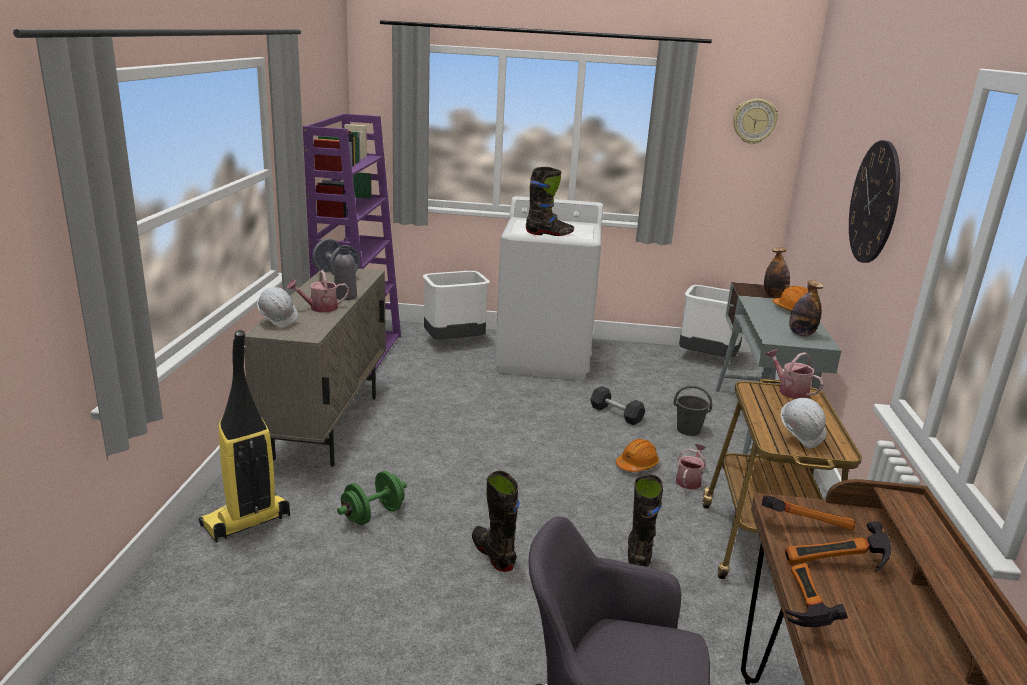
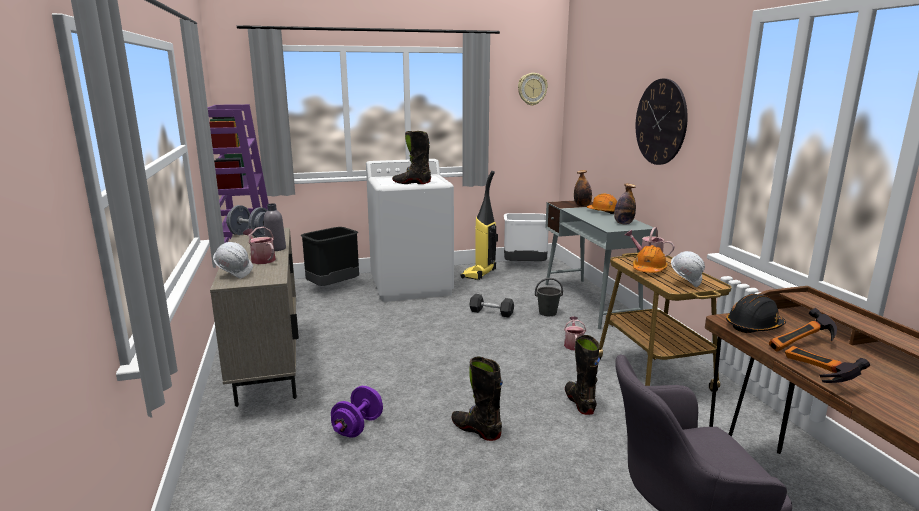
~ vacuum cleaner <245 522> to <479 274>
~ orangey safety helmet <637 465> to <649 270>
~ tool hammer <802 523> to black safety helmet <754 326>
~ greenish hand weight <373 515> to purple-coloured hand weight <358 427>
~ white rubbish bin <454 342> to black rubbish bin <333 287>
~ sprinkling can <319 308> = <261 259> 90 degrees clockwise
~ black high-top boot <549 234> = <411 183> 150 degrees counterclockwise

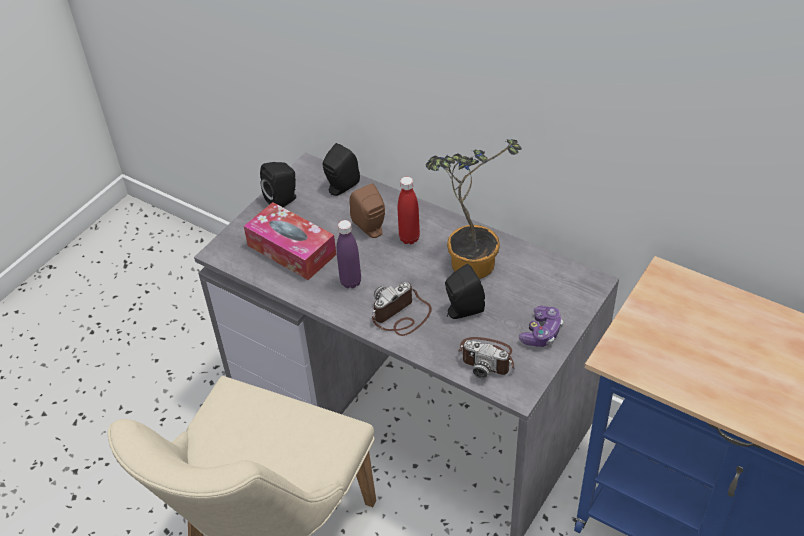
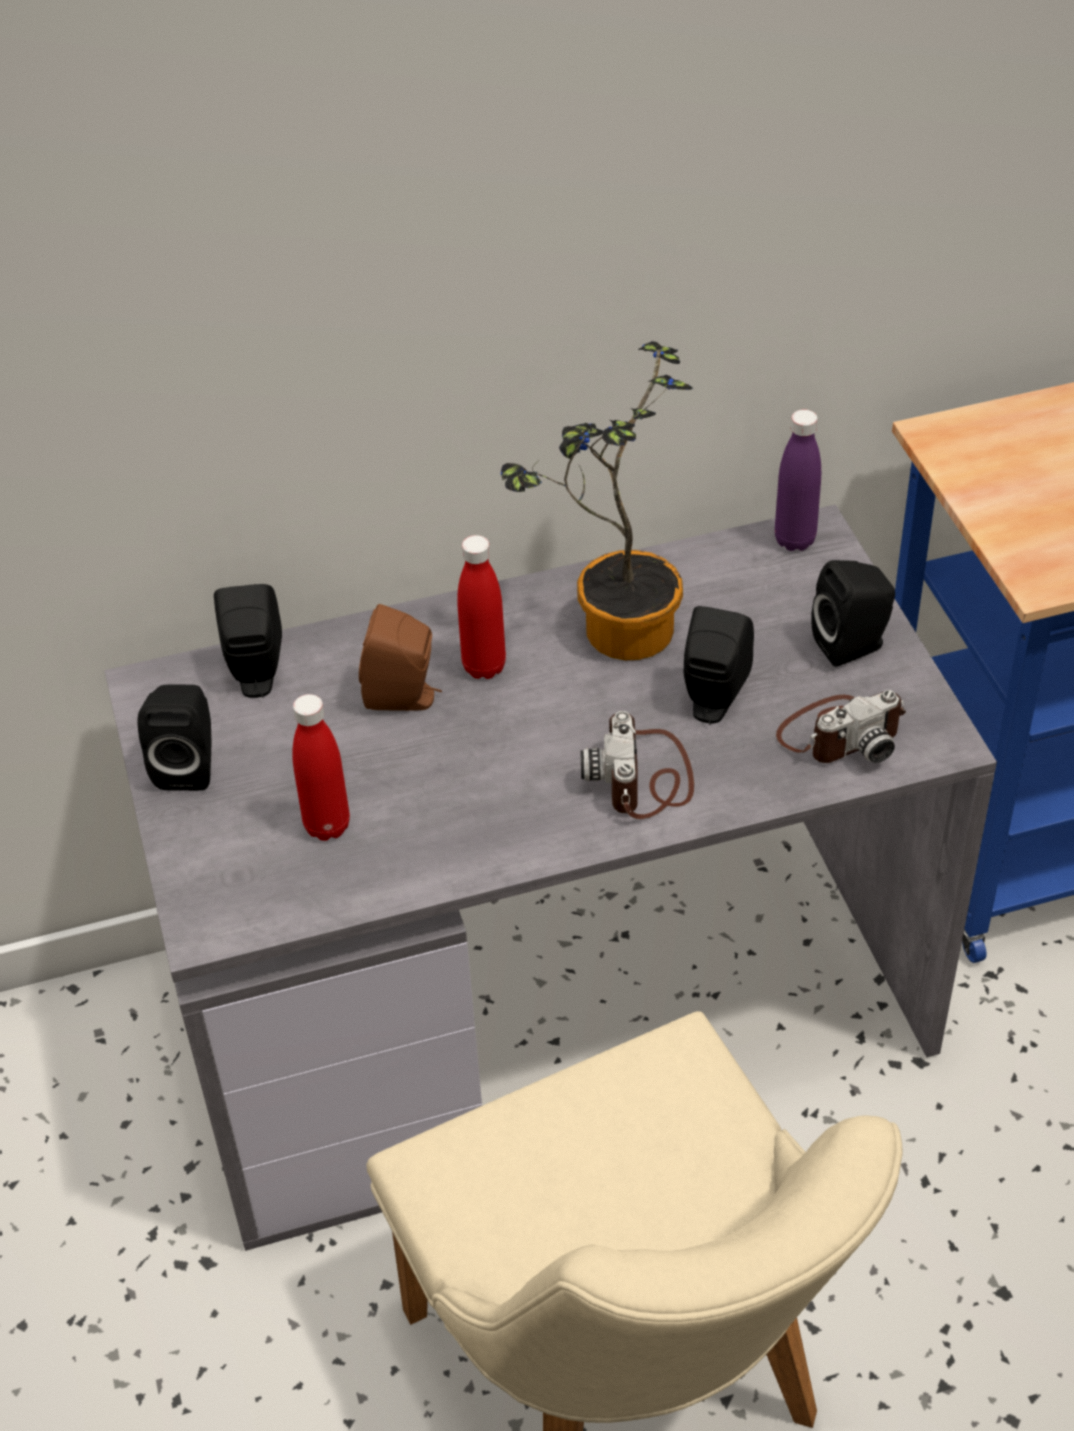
~ purple-coloured bottle <350 282> to <794 540>
~ tissue holder <291 250> to red-coloured bottle <327 826>
~ game controller <541 333> to black audio speaker <853 646>

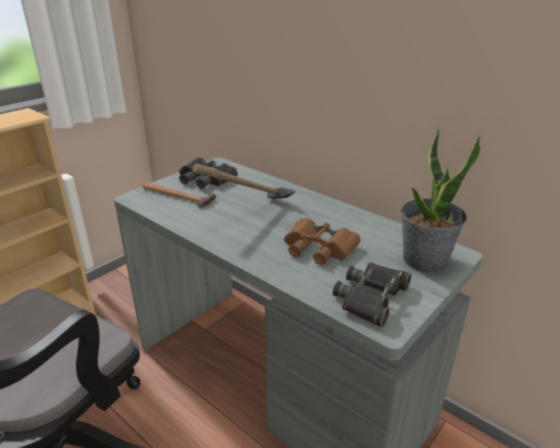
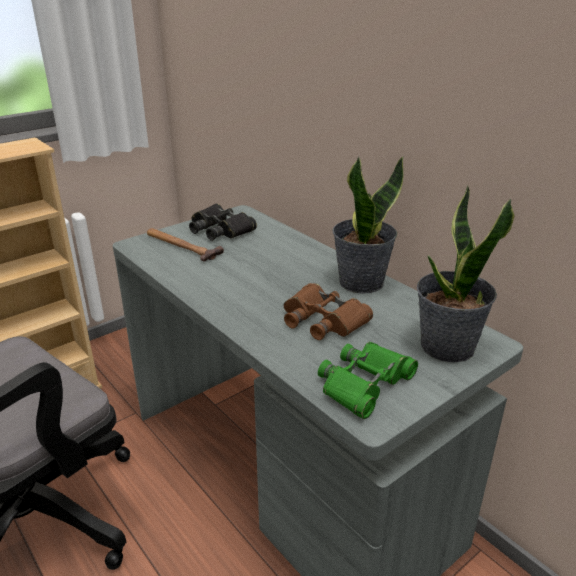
- tool hammer <250 214>
+ potted plant <360 282>
~ black binoculars <371 298> to greenish binoculars <365 384>

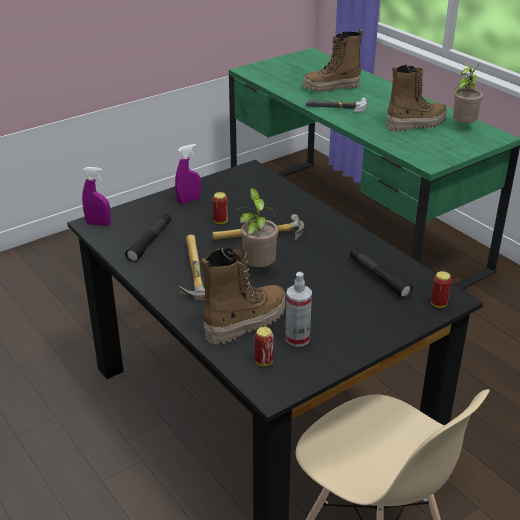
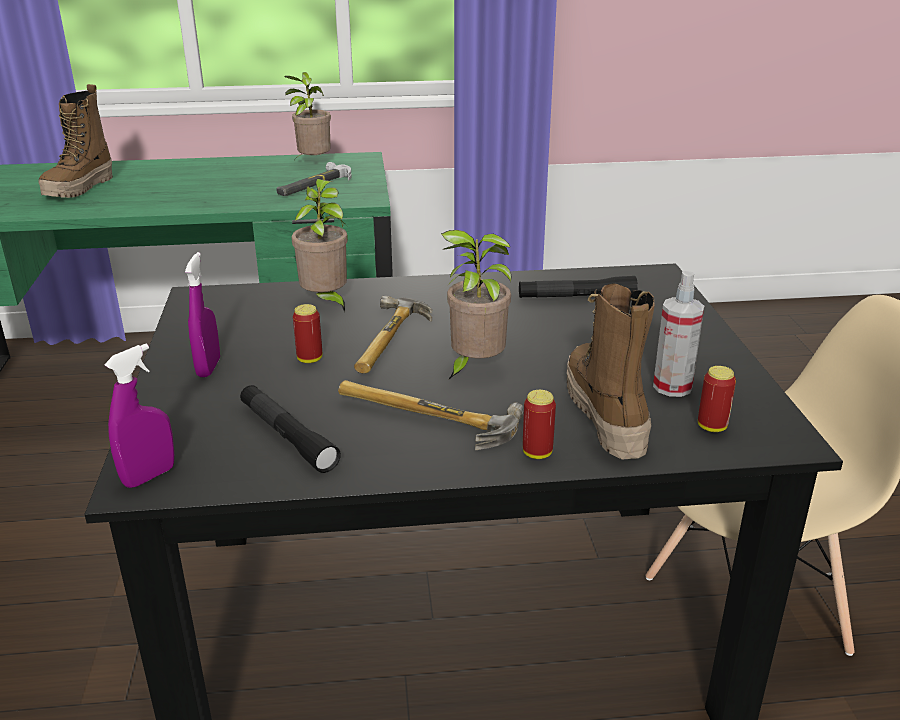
- high-top boot <415 124>
+ potted plant <326 302>
~ tool hammer <336 107> to <314 184>
~ can <438 304> to <537 453>

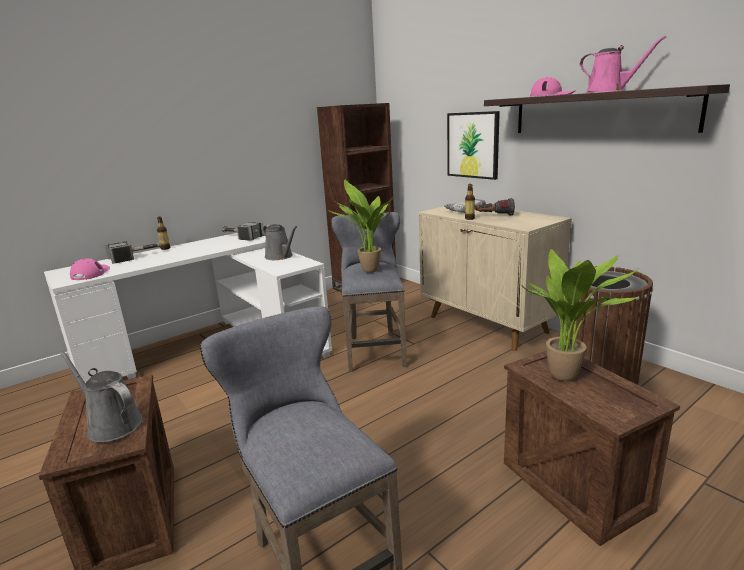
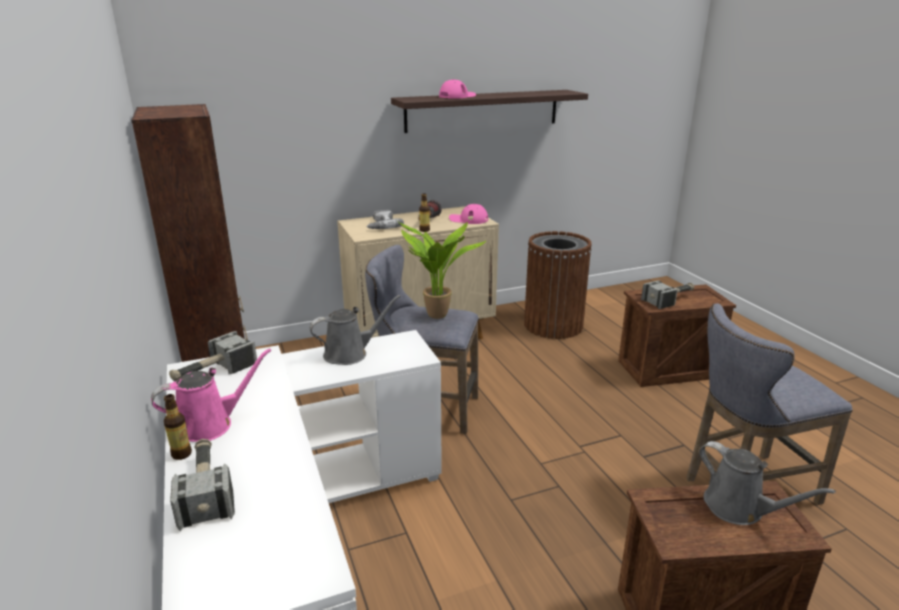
- picture <473 145>
~ pink-coloured peaked cap <90 273> to <468 219>
~ pink-coloured sprinkling can <609 91> to <210 425>
~ potted plant <568 377> to tool hammer <670 299>
~ greyish sprinkling can <111 424> = <739 508> 90 degrees counterclockwise

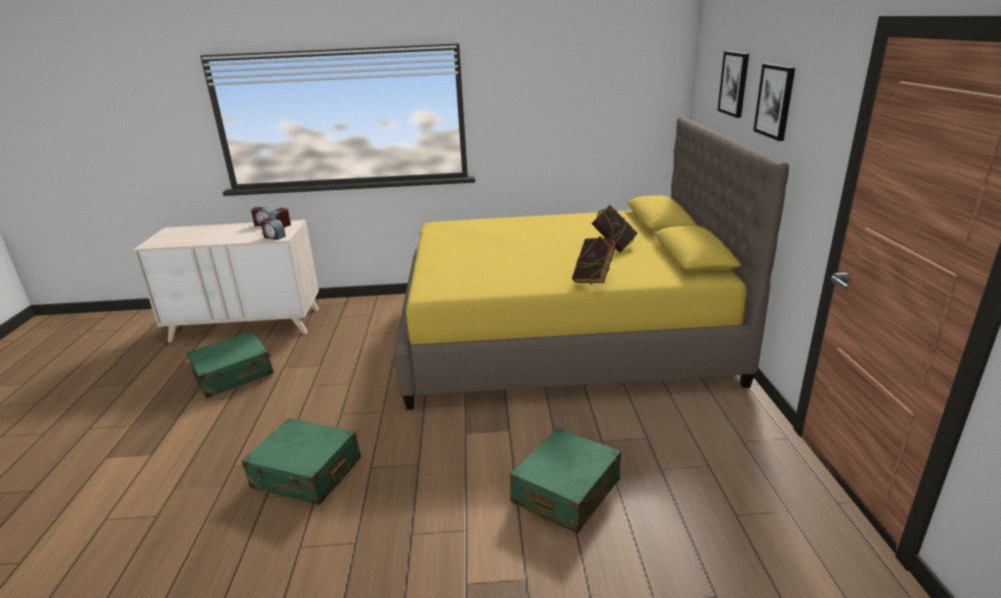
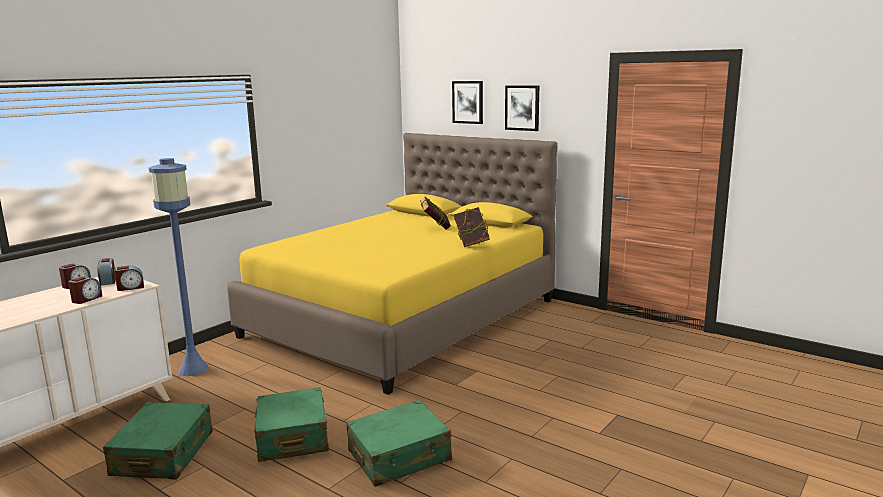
+ alarm clock <86 299>
+ blue floor lamp <193 369>
~ greenish suitcase <565 492> to <292 438>

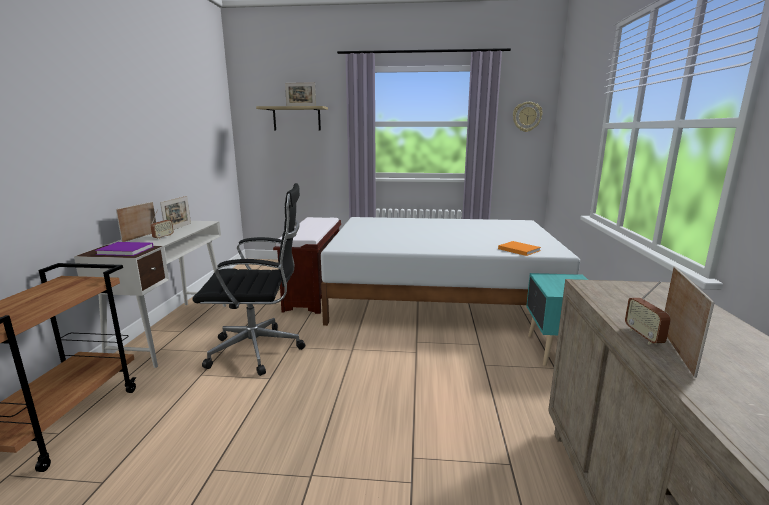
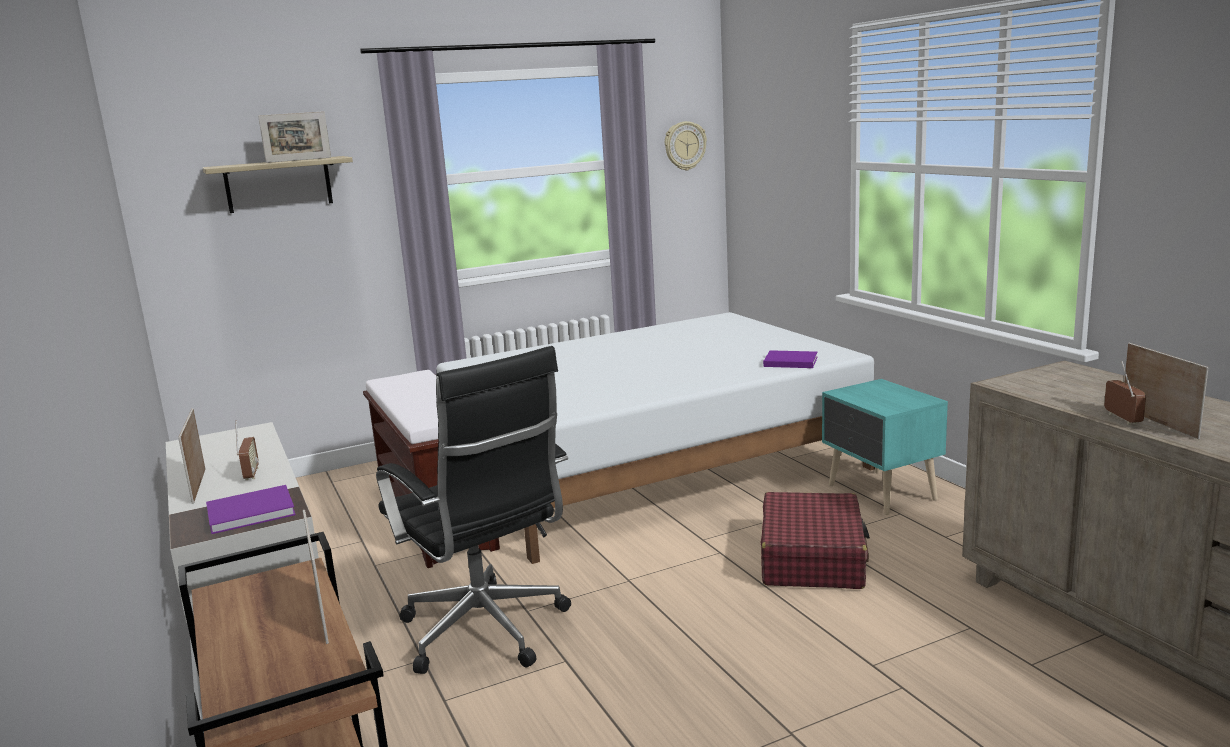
+ red-coloured suitcase <812 558>
~ photo frame <178 228> to <321 613>
~ orangey volume <518 249> to purple-coloured volume <789 361>
~ black office chair <260 350> = <487 633> 90 degrees clockwise
~ radio set <643 336> = <1122 419> 150 degrees counterclockwise

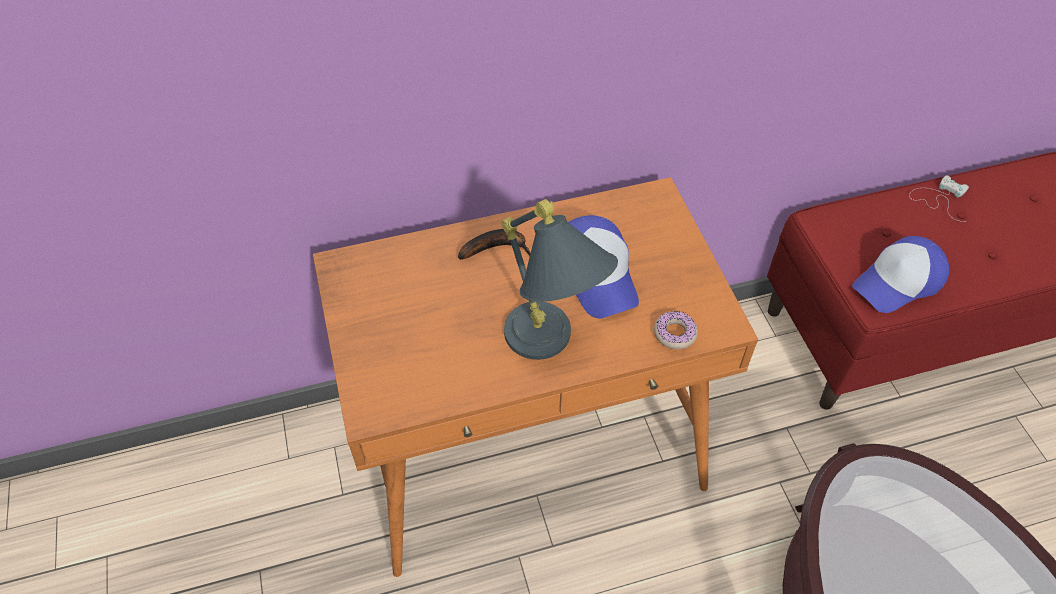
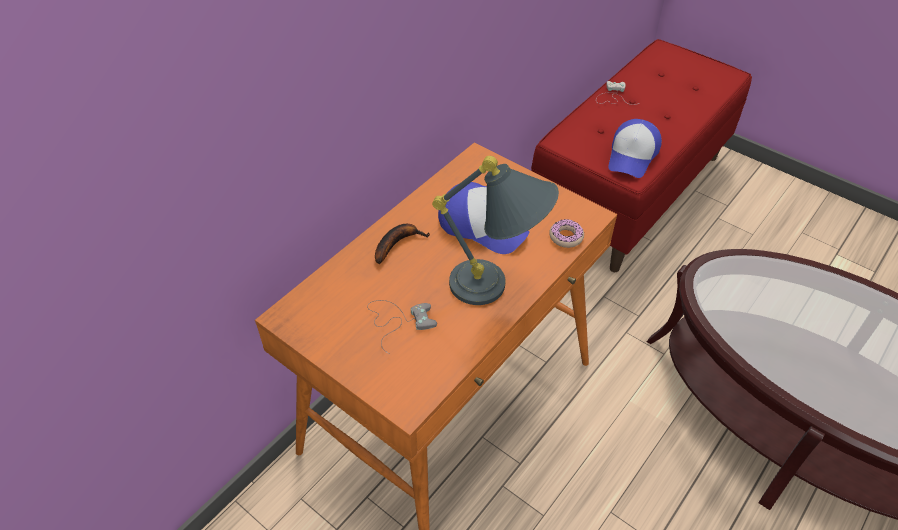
+ greyish game controller <398 320>

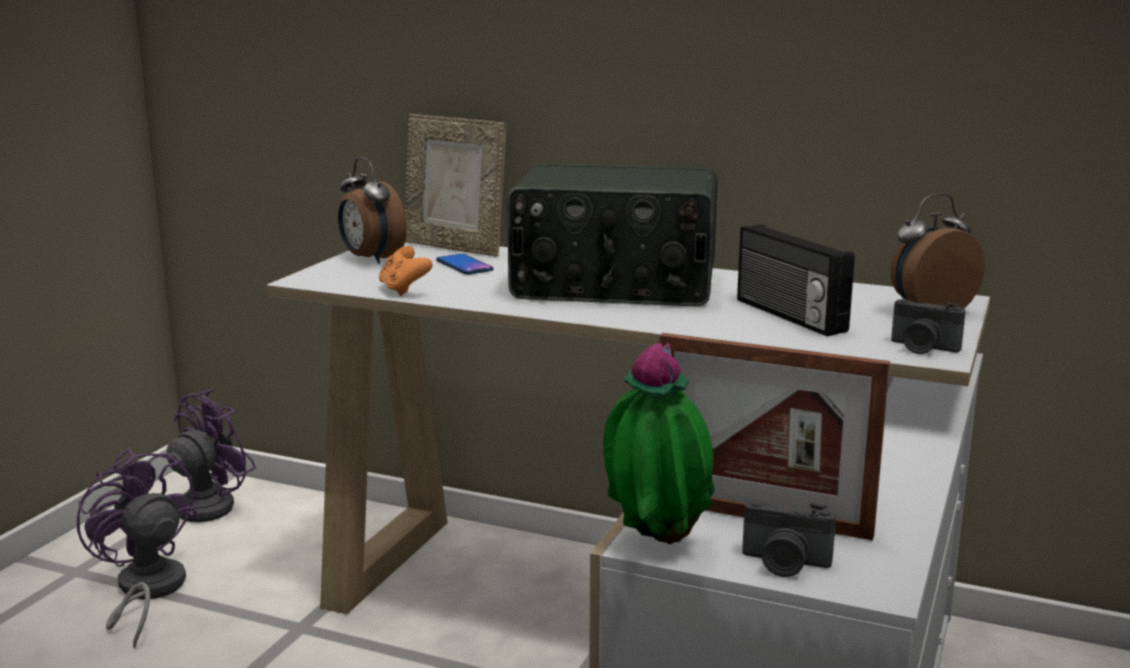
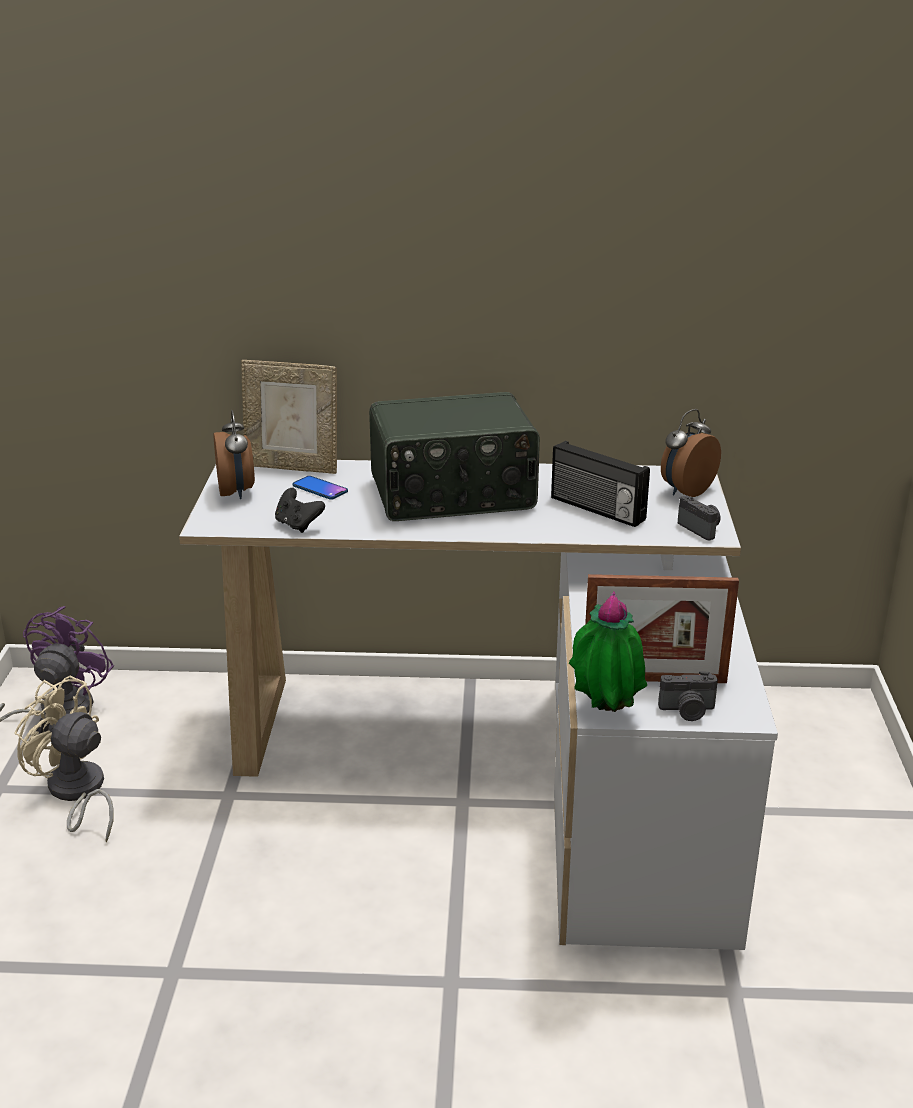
~ purple-coloured fan <145 592> to beige fan <76 793>
~ orangey game controller <404 290> to black game controller <298 525>
~ alarm clock <370 259> = <237 492> 135 degrees counterclockwise
~ photo camera <922 348> = <701 529> 135 degrees counterclockwise

